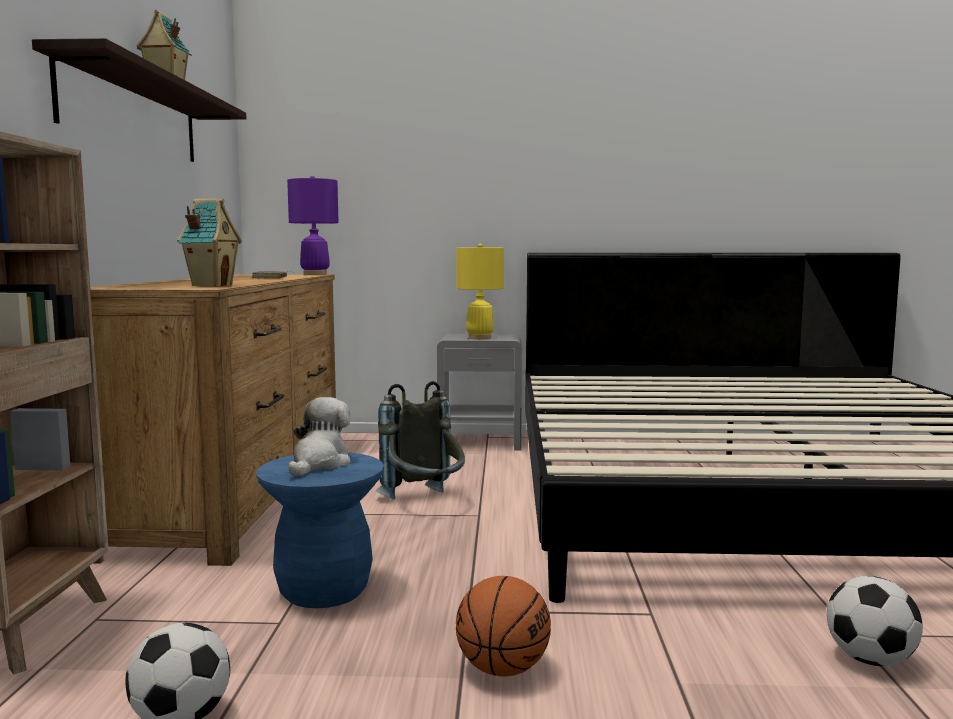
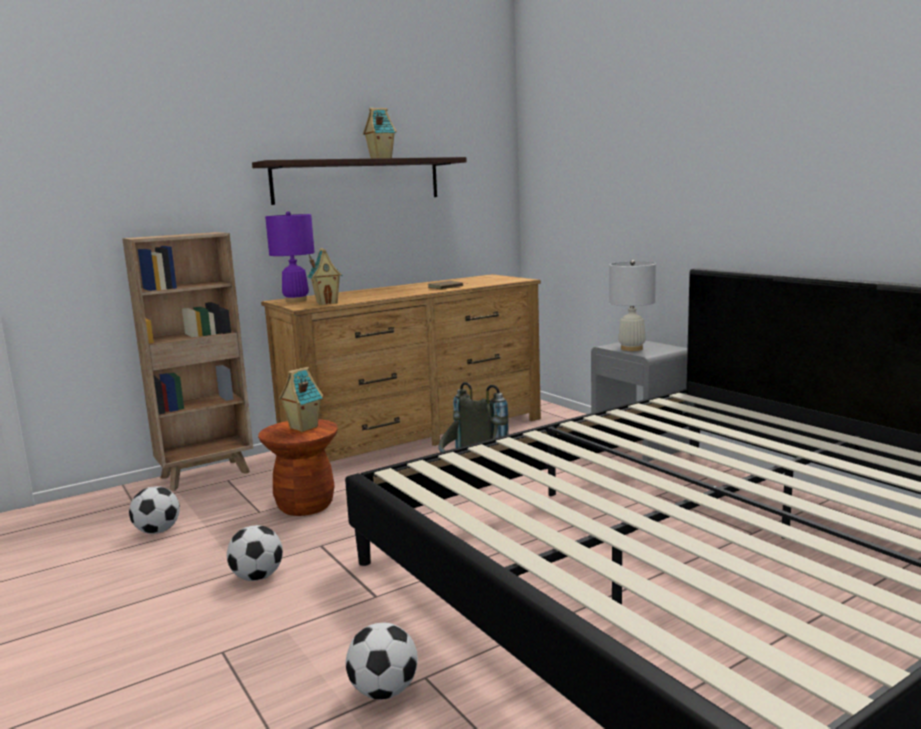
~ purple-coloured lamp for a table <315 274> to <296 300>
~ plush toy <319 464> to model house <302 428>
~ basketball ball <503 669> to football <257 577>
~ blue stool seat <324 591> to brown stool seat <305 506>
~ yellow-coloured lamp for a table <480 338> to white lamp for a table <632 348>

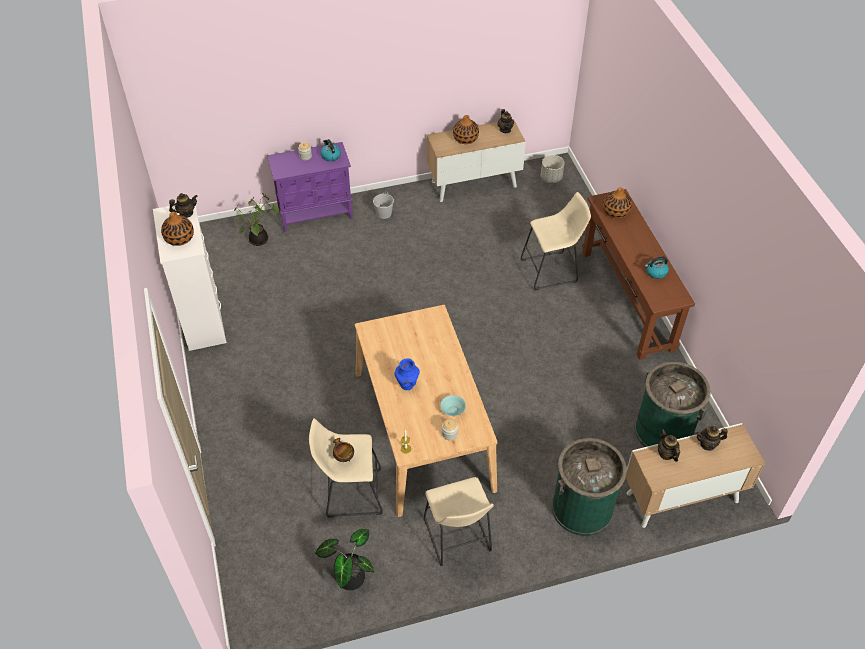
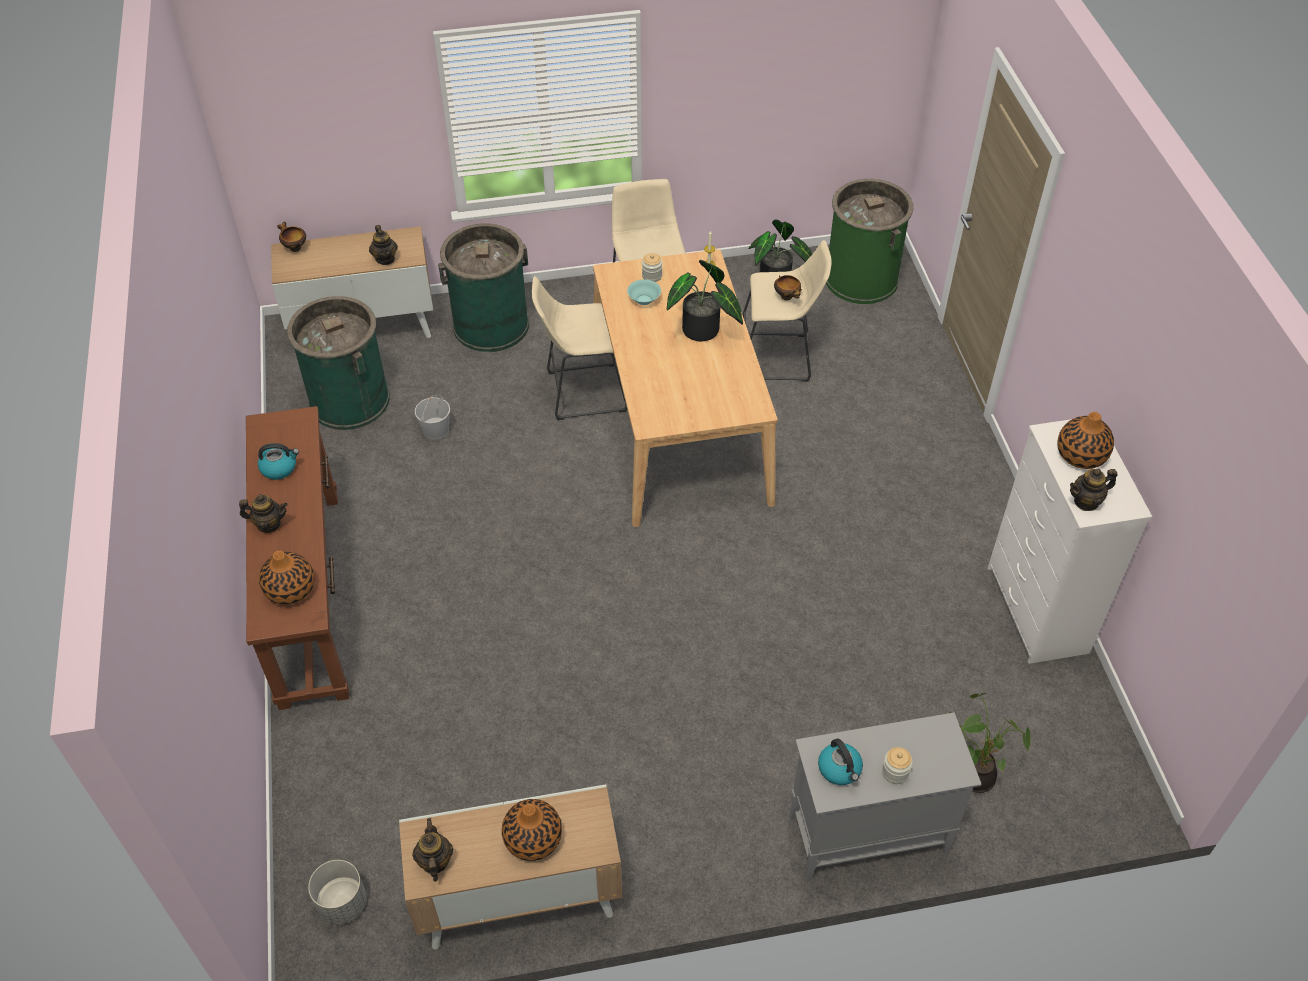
+ serving bowl <294 248>
+ greenish rubbish bin <861 278>
~ white bucket <384 213> to <436 429>
~ beige stool seat <552 270> to <581 391>
~ pot for tea <708 444> to <269 524>
~ blue flower vase <407 385> to potted plant <702 332>
~ purple-coloured cupboard <316 214> to greyish cupboard <866 835>

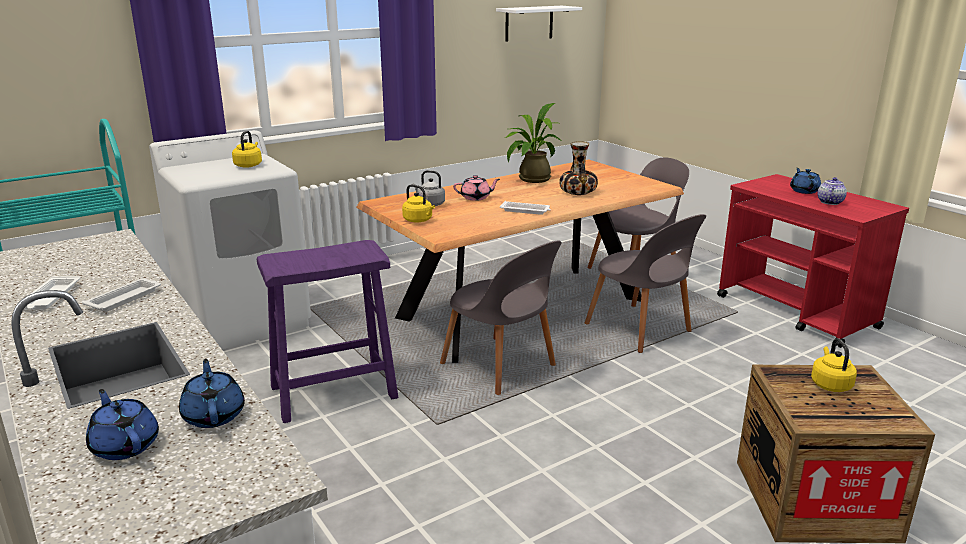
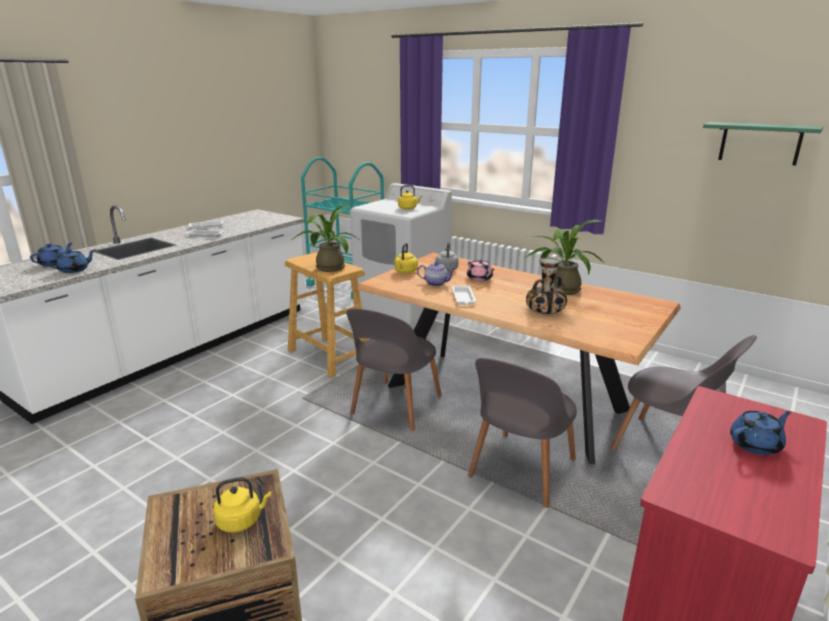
+ potted plant <327 267>
~ pot for tea <829 202> to <436 283>
~ purple-coloured stool seat <332 392> to beige stool seat <328 356>
~ white bracket shelf <529 23> to greenish bracket shelf <760 143>

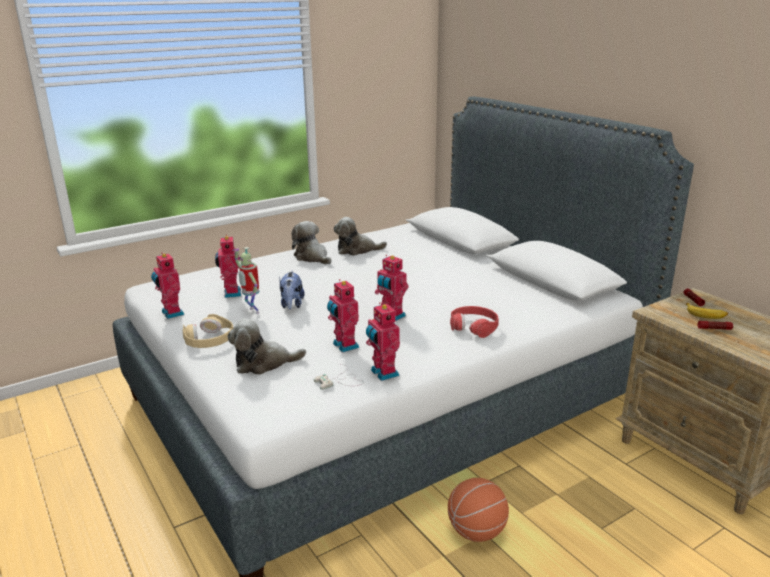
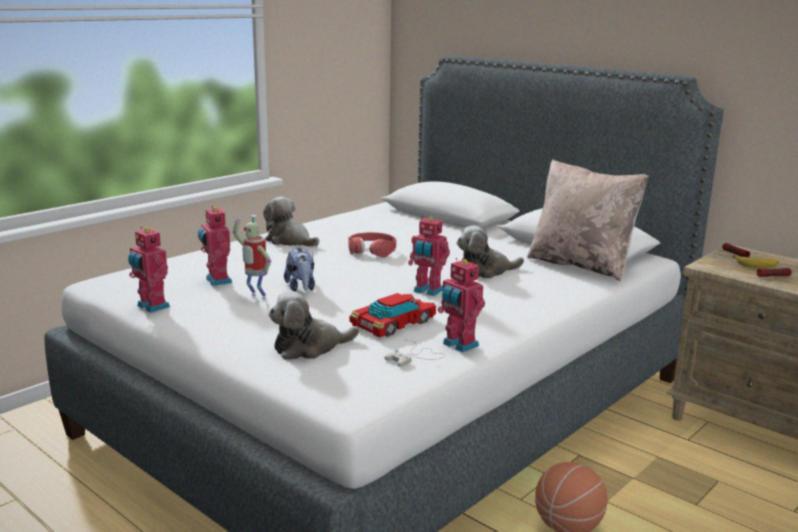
- beige pair of headphones <210 340>
+ beige throw pillow <581 265>
~ plush toy <357 250> to <485 271>
~ red-coloured pair of headphones <473 327> to <372 251>
~ robot figure <344 346> to model car <394 323>

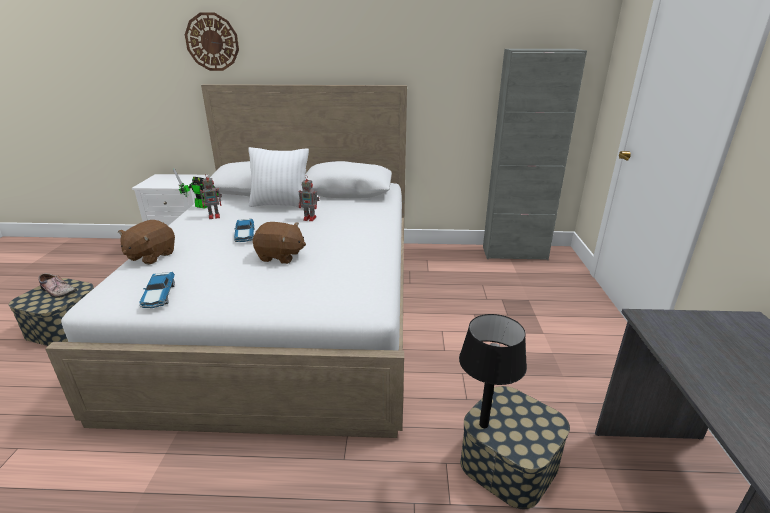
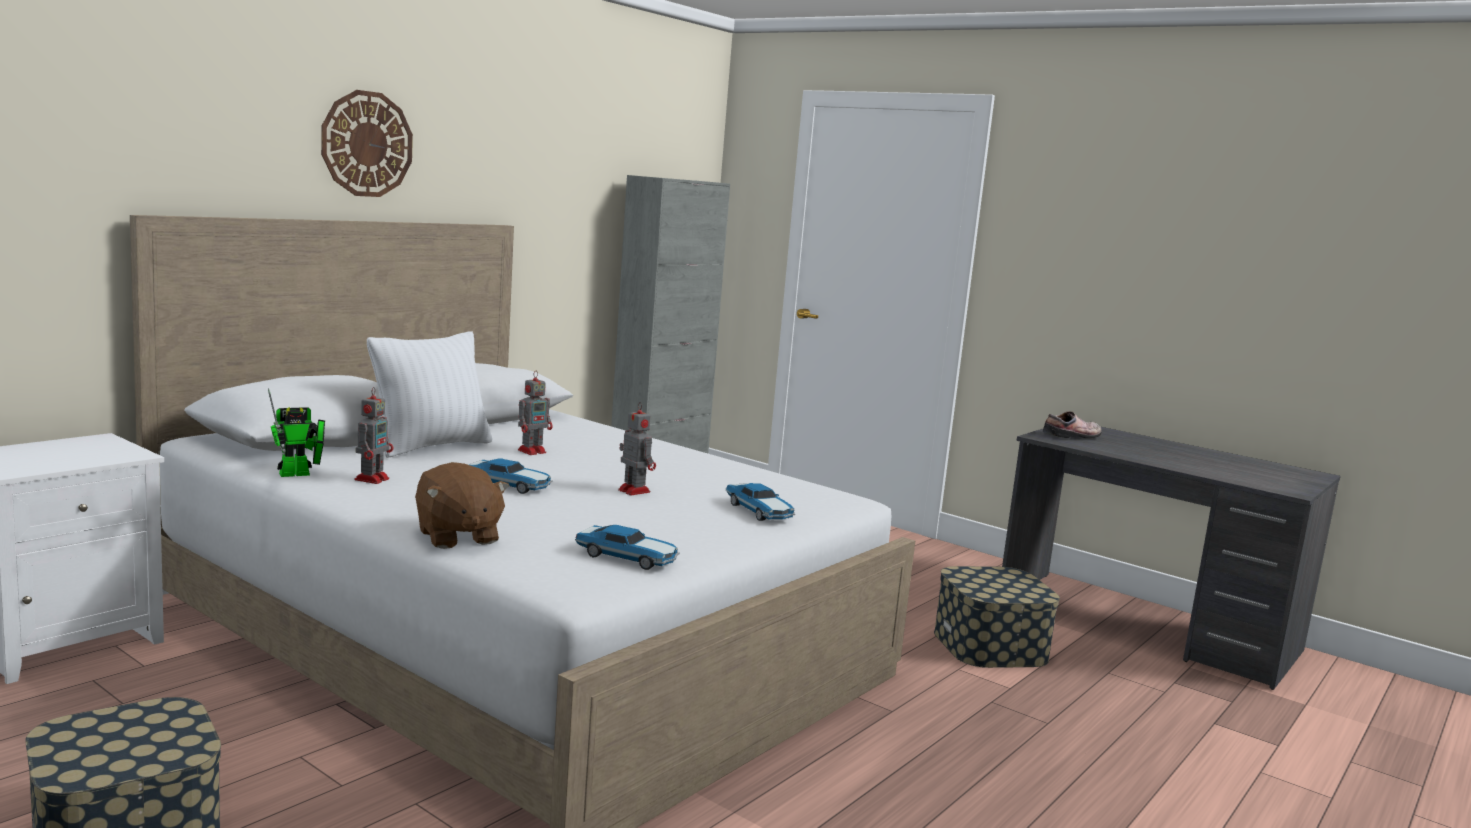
- black lamp for a table <483 424>
+ model car <760 511>
~ item of footwear <57 291> to <1073 436>
~ clock on the wall <212 42> to <367 144>
~ brown plush toy <280 256> to robot figure <633 490>

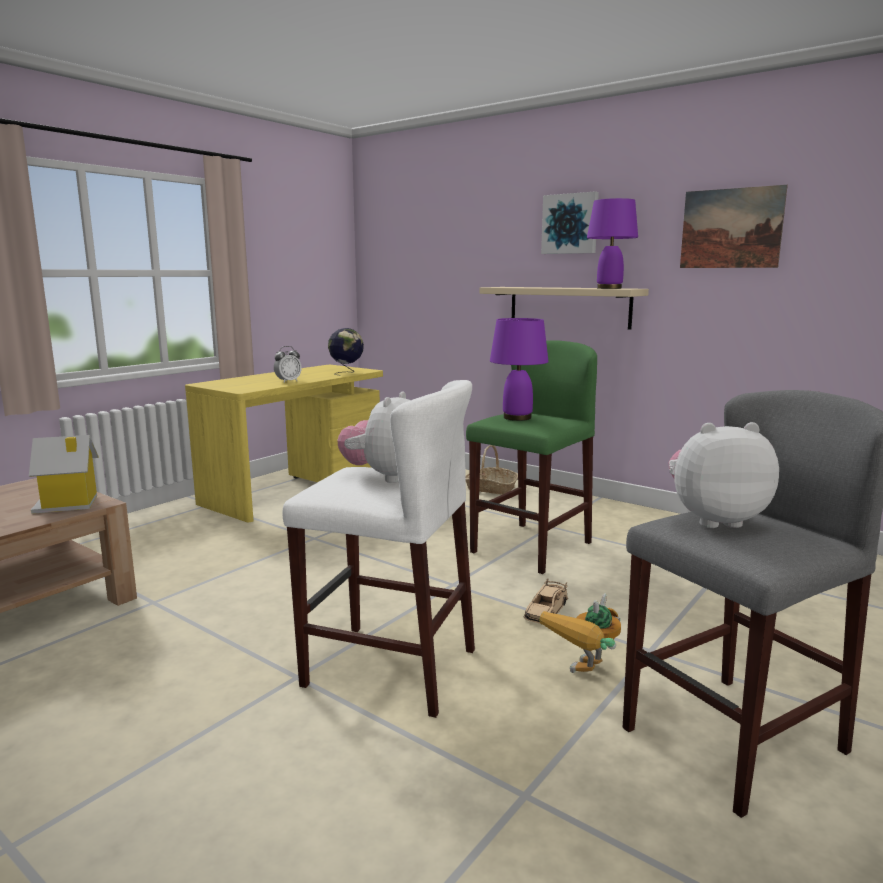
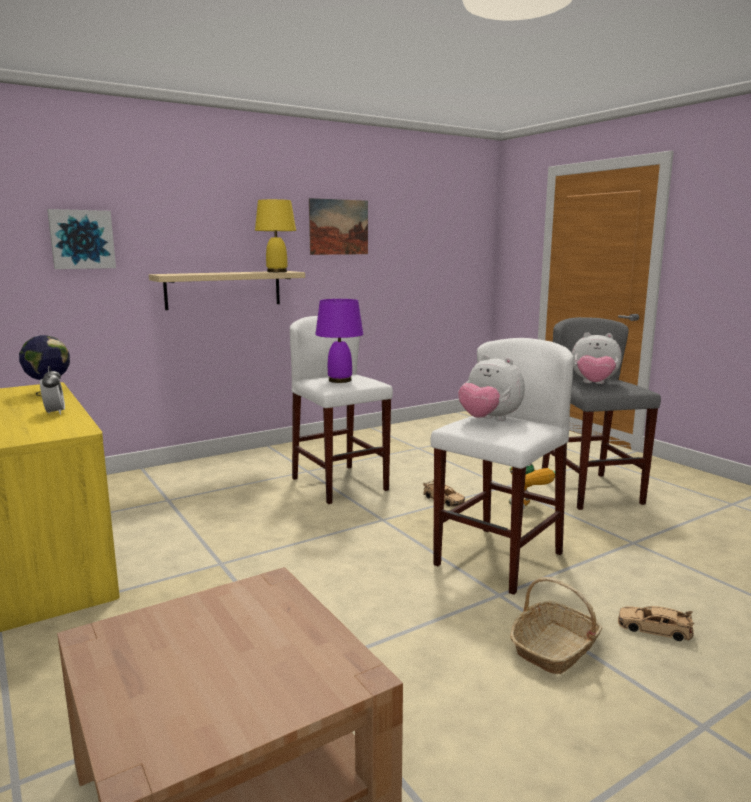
- model house <68 504>
+ beige model car <654 629>
~ storage basket <491 488> to <554 649>
~ picture <570 224> to <82 239>
~ greenish stool seat <530 547> to white stool seat <339 484>
~ purple-coloured lamp for a table <609 288> to yellow-coloured lamp for a table <277 271>
~ plush toy <714 520> = <593 384> 90 degrees counterclockwise

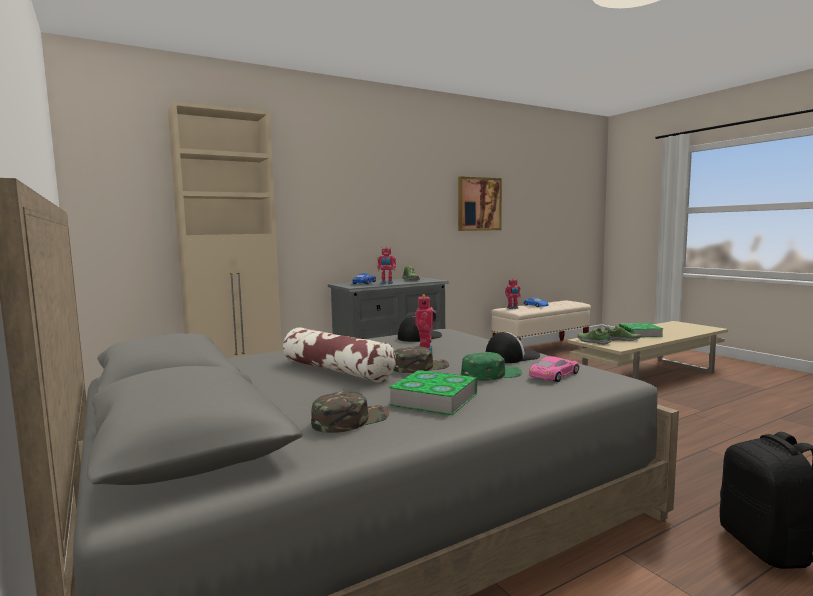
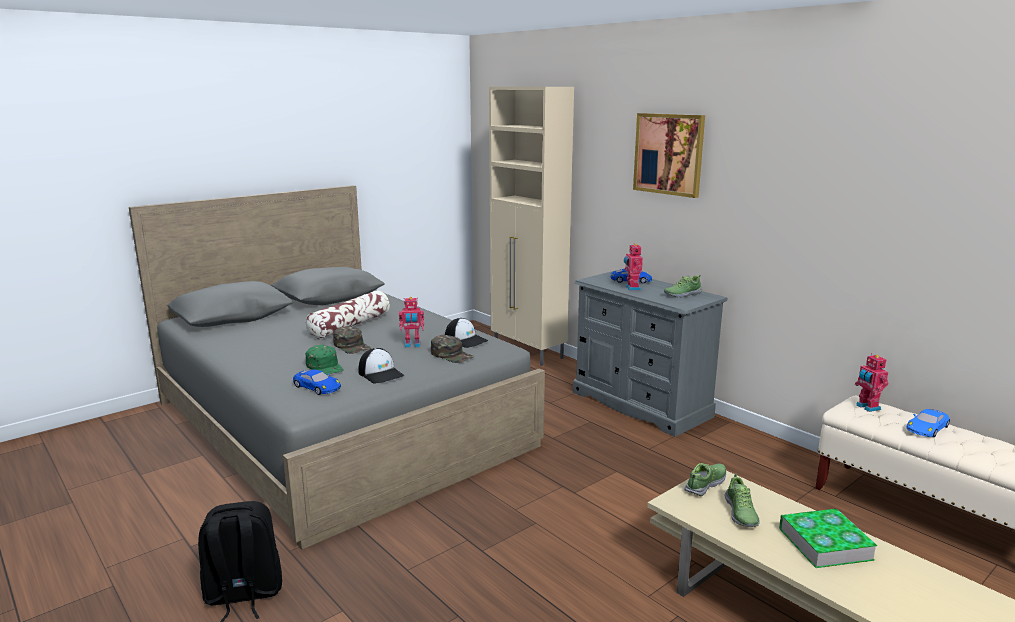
- volume <434 399>
~ greenish peaked cap <350 420> to <452 355>
~ picture <479 204> to <669 154>
~ pink-coloured model car <554 375> to blue model car <317 387>

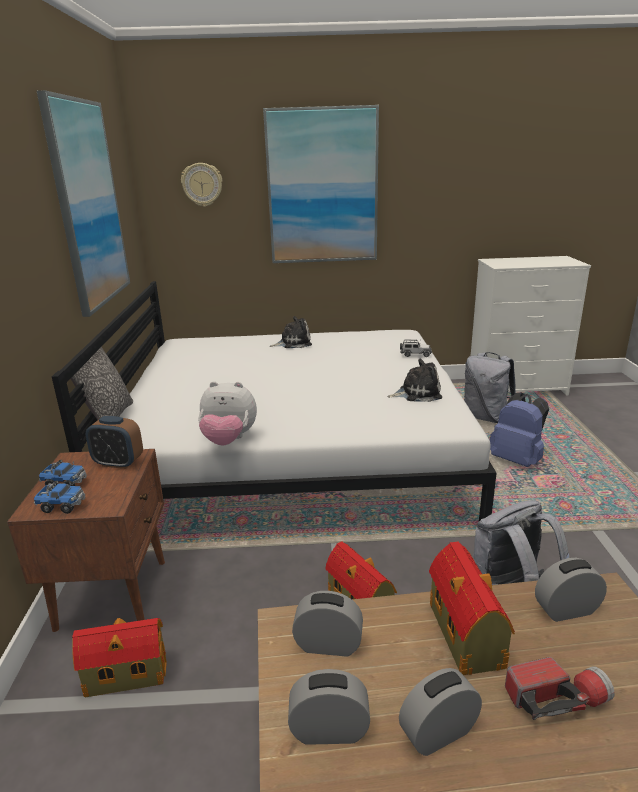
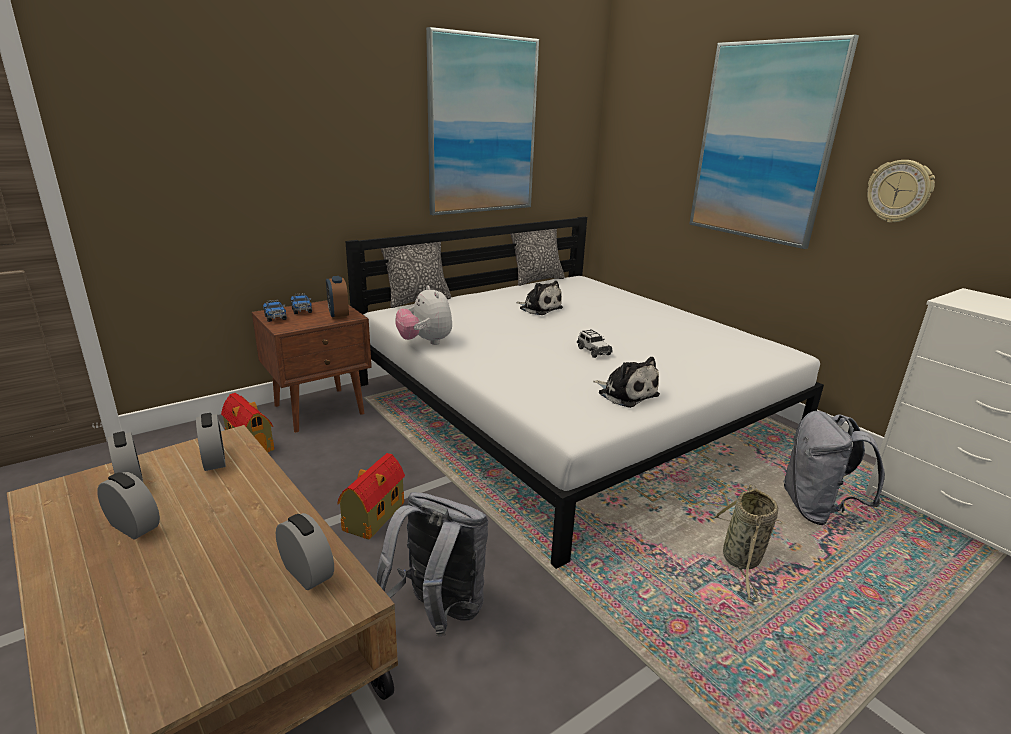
- model house <466 636>
- flashlight <556 698>
+ throw pillow <536 280>
~ clock on the wall <202 184> to <899 191>
~ plush toy <293 343> to <539 308>
~ model car <415 354> to <593 351>
~ blue backpack <517 460> to storage basket <741 561>

